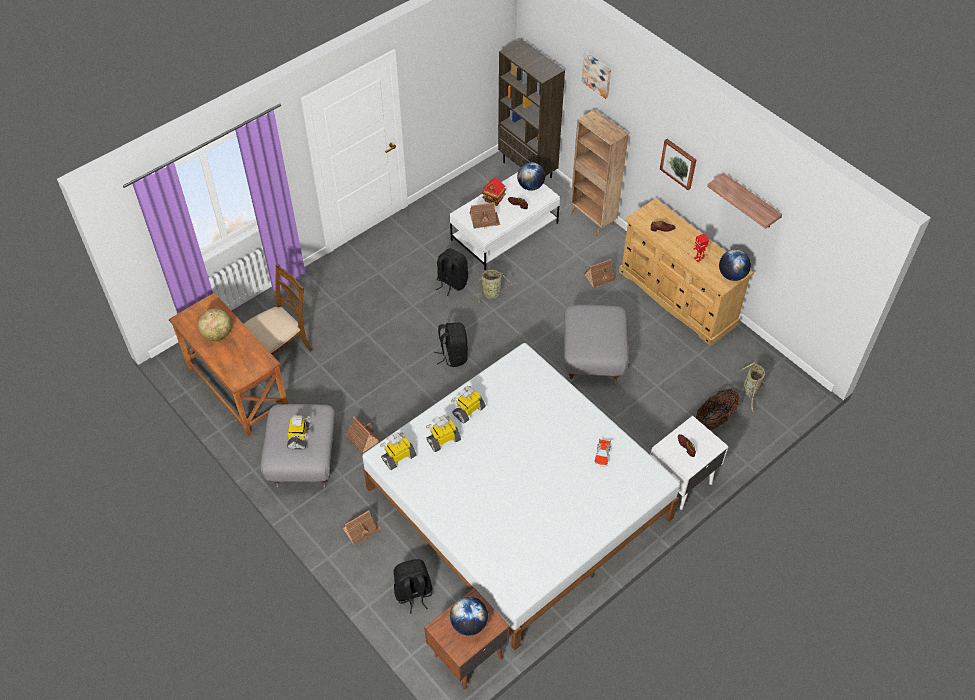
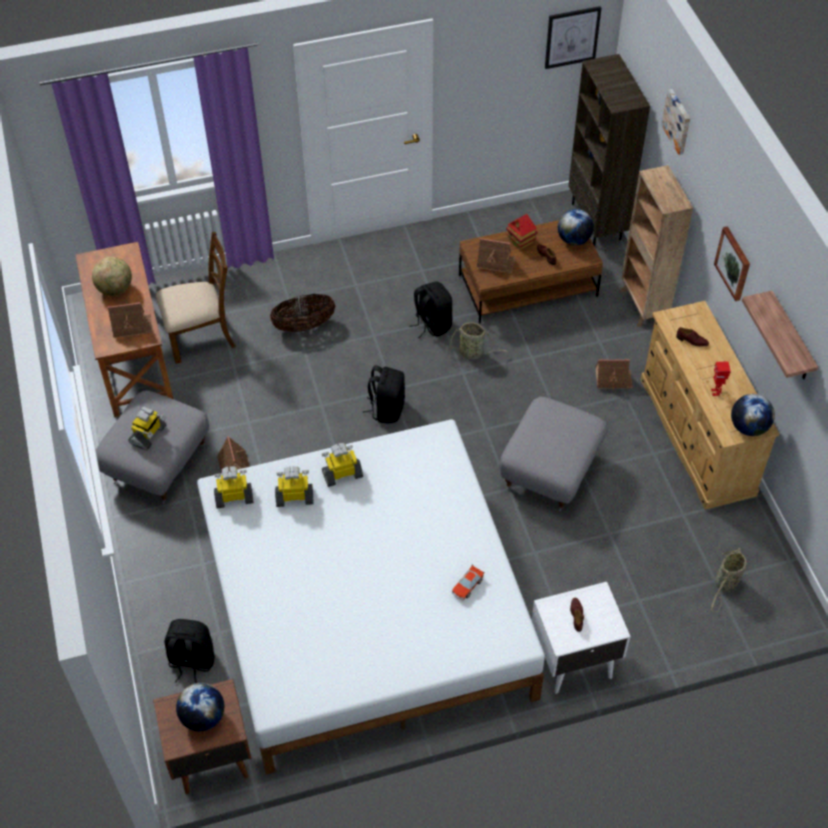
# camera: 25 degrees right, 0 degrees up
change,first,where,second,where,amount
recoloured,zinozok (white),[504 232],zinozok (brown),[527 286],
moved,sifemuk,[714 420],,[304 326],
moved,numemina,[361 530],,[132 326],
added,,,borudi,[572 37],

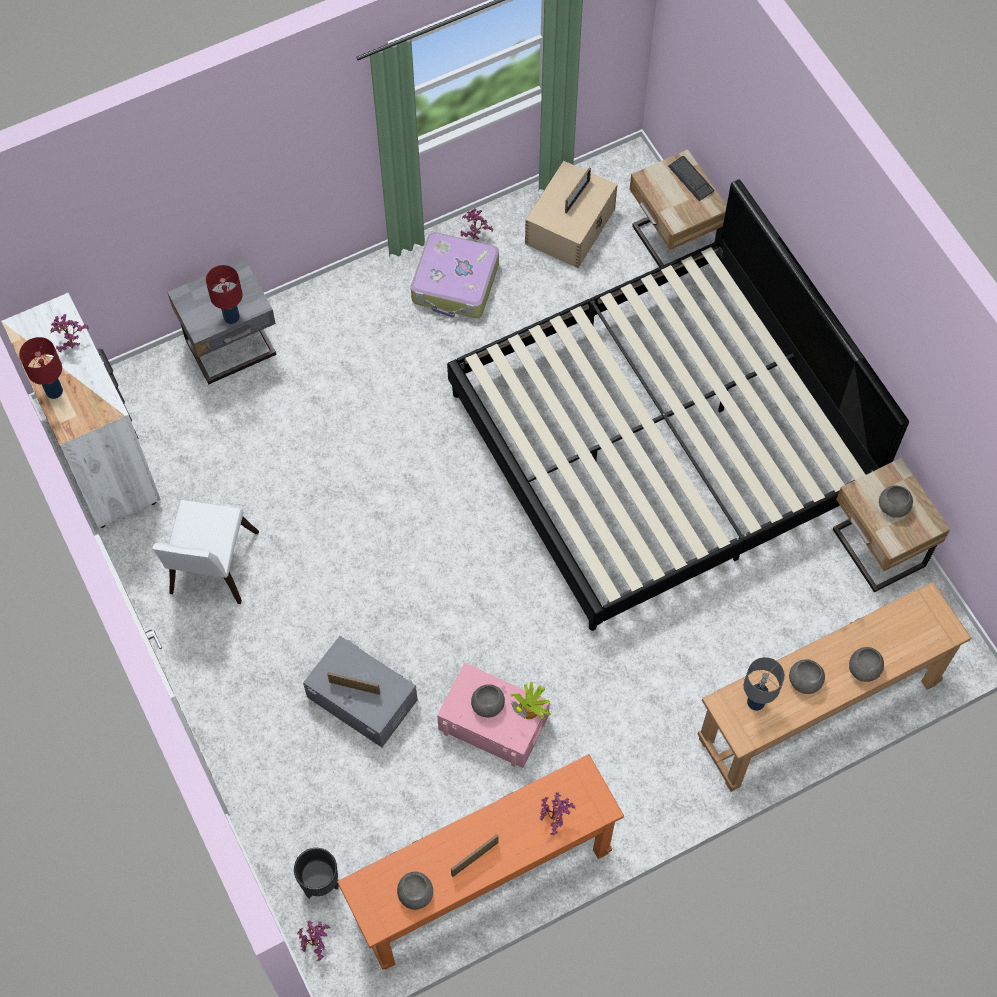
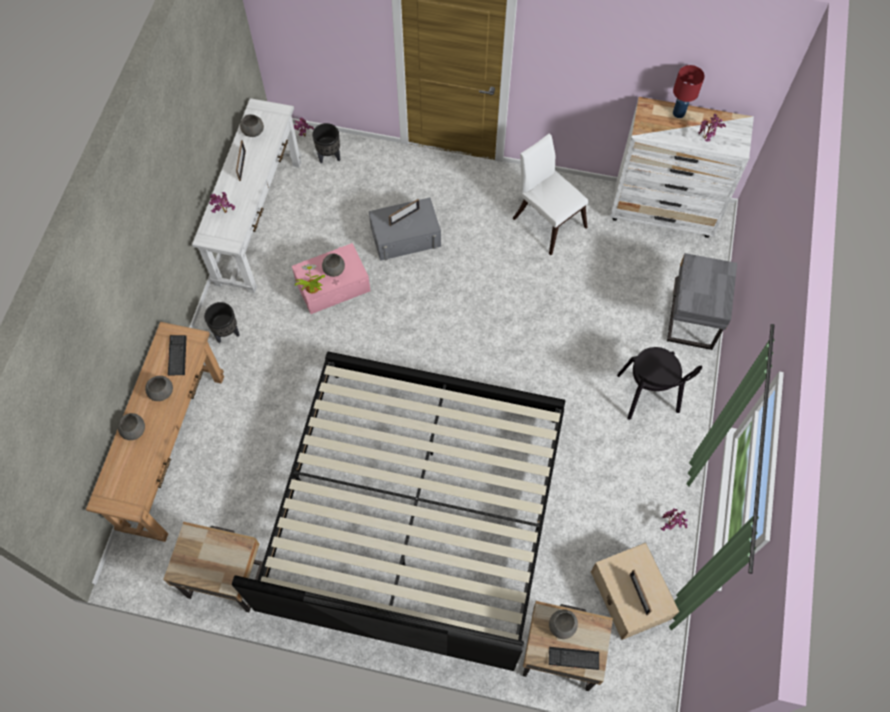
# camera: 130 degrees right, 0 degrees up
change,first,where,second,where,amount
removed,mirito,[455 284],,,
removed,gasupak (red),[231 317],,,
moved,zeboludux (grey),[892 506],,[562 625],
replaced,gasupak (grey),[756 702],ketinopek,[177 355],
recoloured,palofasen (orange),[482 882],palofasen (white),[259 221],
added,,,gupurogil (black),[226 333],
added,,,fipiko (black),[648 396],

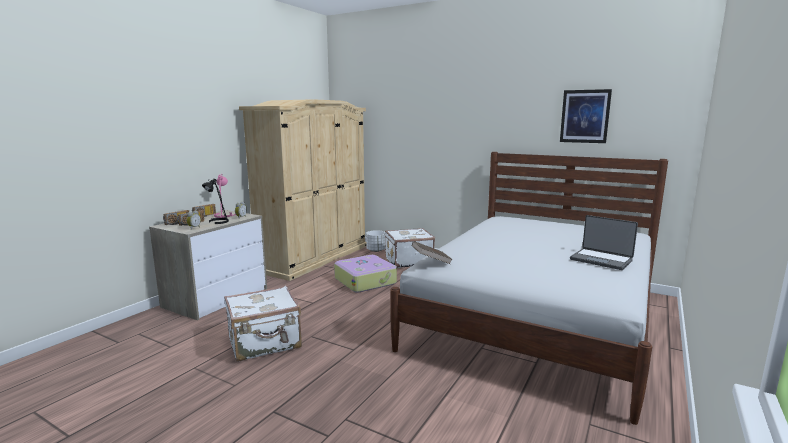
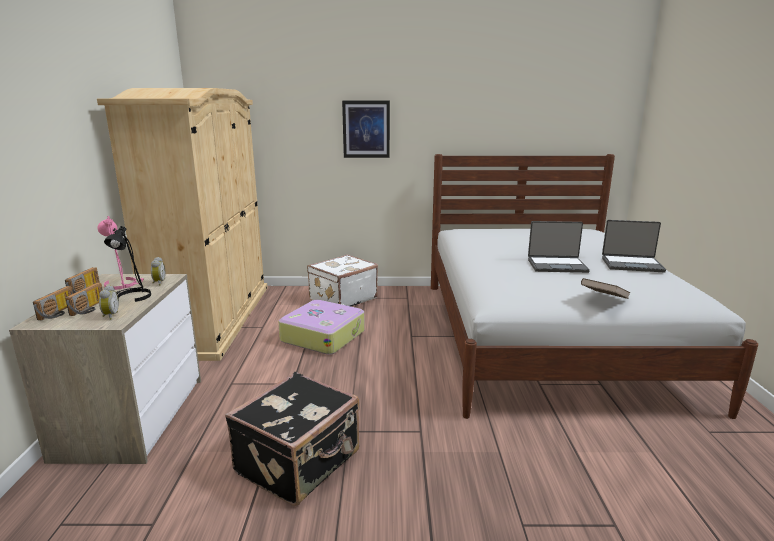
# camera: 30 degrees left, 5 degrees up
change,first,where,second,where,amount
moved,borudi,[585 116],,[366 129],
removed,gupurogil (white),[376 250],,,
moved,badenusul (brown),[431 261],,[603 299],
recoloured,mirito (white),[265 343],mirito (black),[300 463],
added,,,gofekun,[557 265],

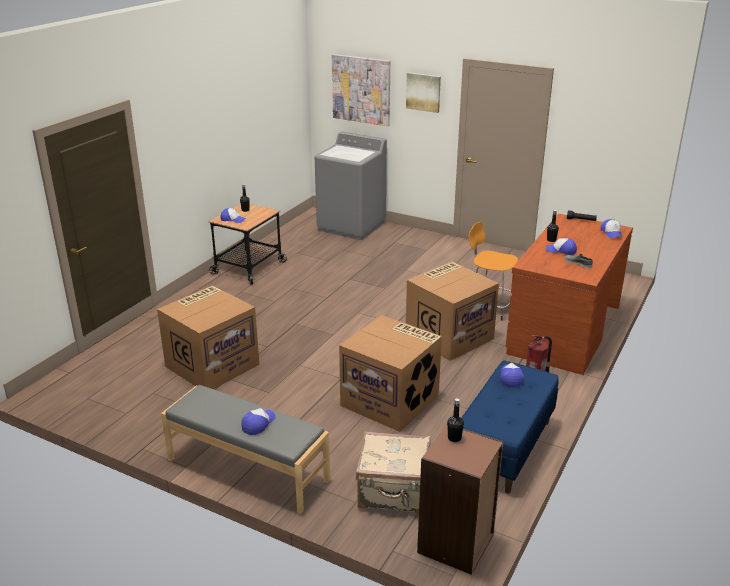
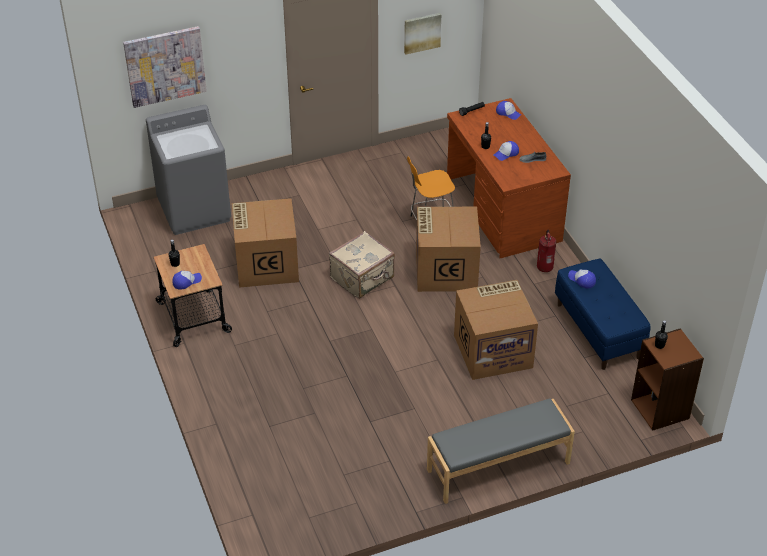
# camera: 50 degrees left, 15 degrees up
change,first,where,second,where,amount
moved,borudi,[423 92],,[422 32],
moved,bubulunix,[212 364],,[266 264],
removed,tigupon,[258 424],,,
moved,mirito (beige),[393 492],,[363 278],

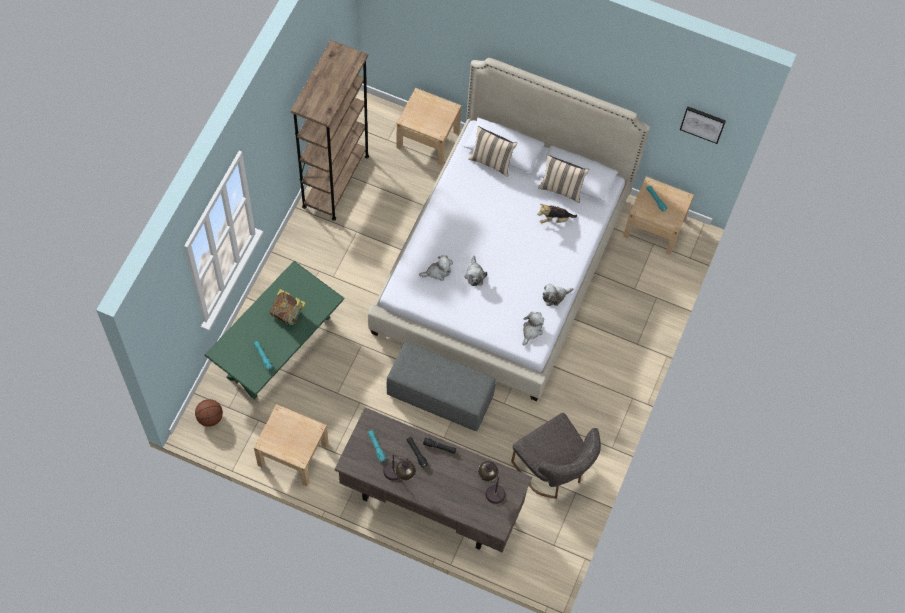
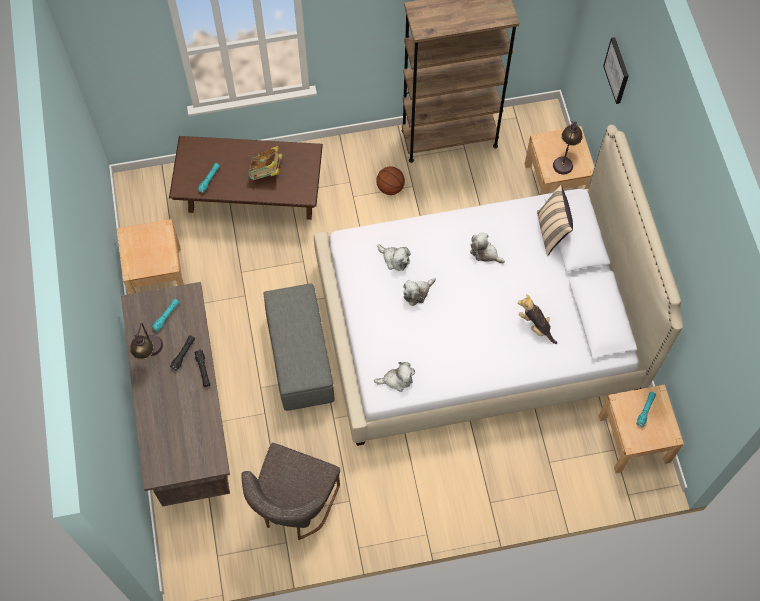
# camera: 60 degrees right, 0 degrees up
change,first,where,second,where,amount
moved,borudi,[703 123],,[617 70],
removed,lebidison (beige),[561 188],,,
recoloured,zinozok (green),[278 347],zinozok (brown),[251 198],
moved,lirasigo,[555 296],,[485 253],
moved,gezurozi,[210 418],,[390 188],
moved,gasupak,[490 487],,[565 159],

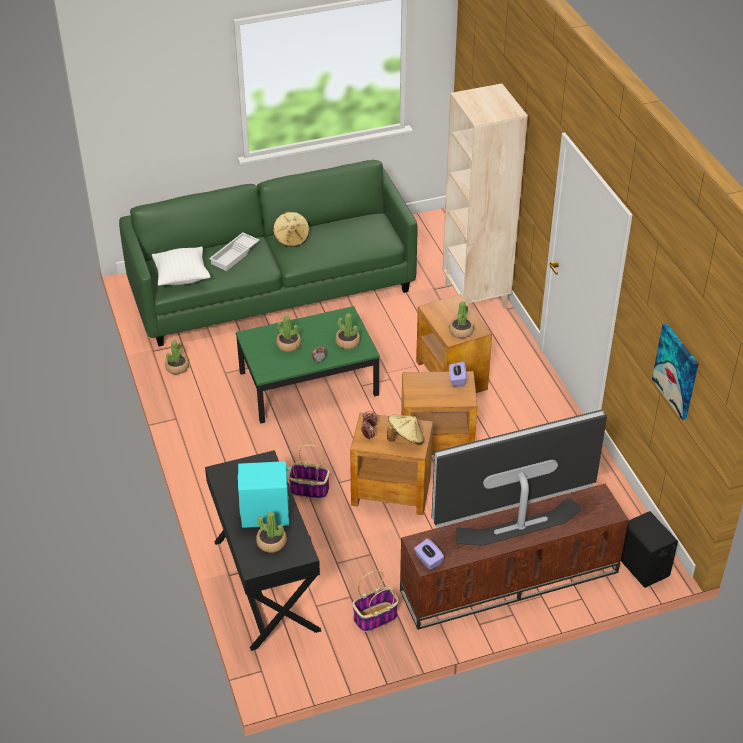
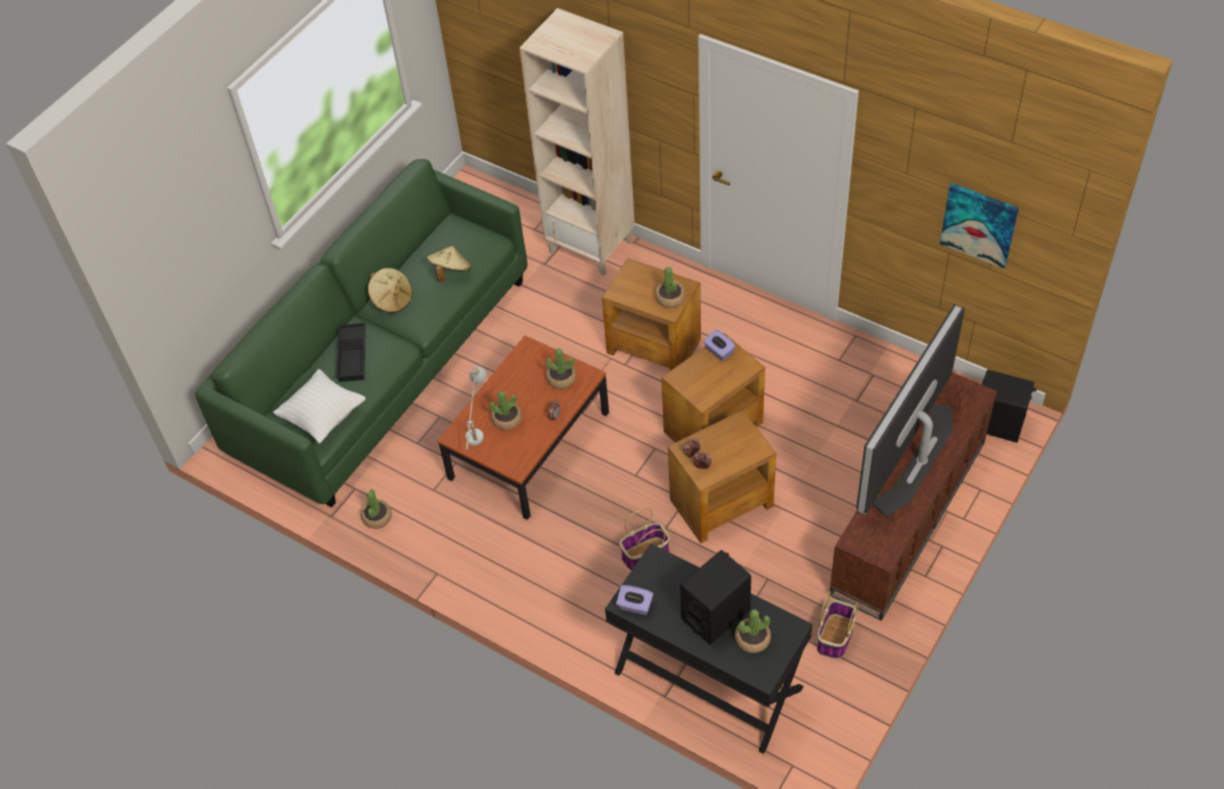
# camera: 35 degrees left, 10 degrees up
change,first,where,second,where,amount
recoloured,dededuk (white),[235 255],dededuk (black),[353 355],
recoloured,zinozok (green),[308 383],zinozok (brown),[529 445],
moved,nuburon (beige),[405 438],,[450 272],
recoloured,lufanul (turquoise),[265 514],lufanul (black),[716 614],
moved,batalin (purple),[428 560],,[635 606],
added,,,gasupak (white),[477 426],

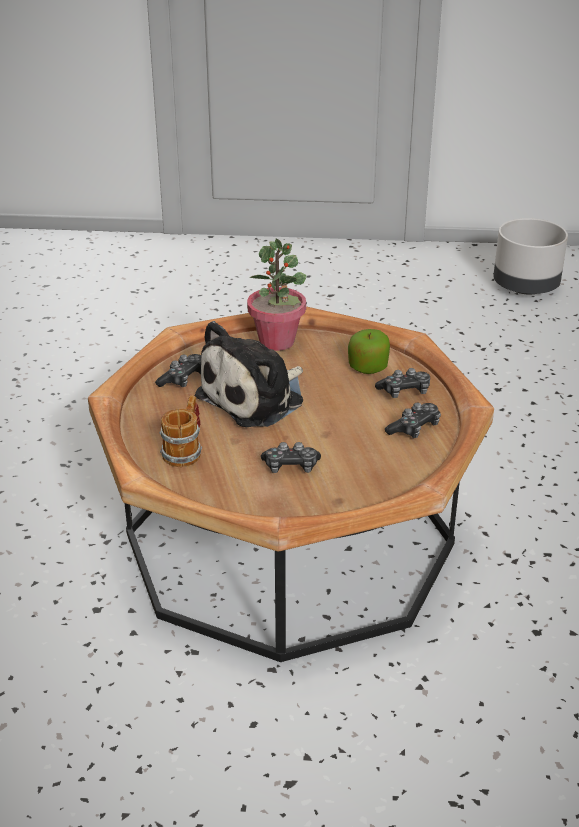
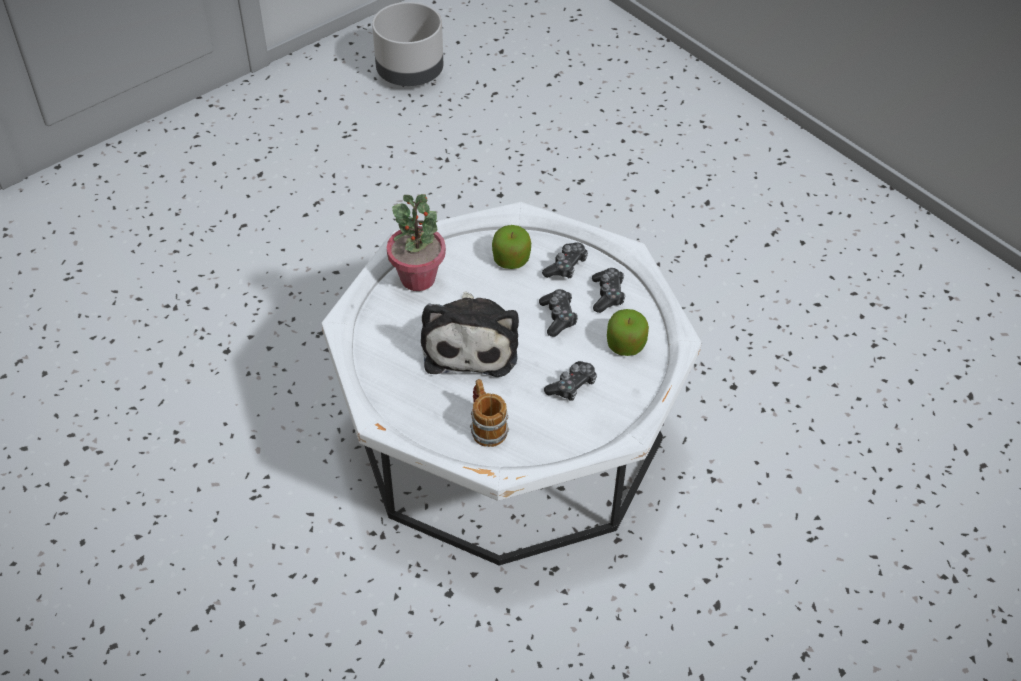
# camera: 45 degrees left, 15 degrees up
change,first,where,second,where,amount
recoloured,zinozok (brown),[289 539],zinozok (white),[509 432],
moved,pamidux,[183 379],,[558 317],
added,,,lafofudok,[625 345],

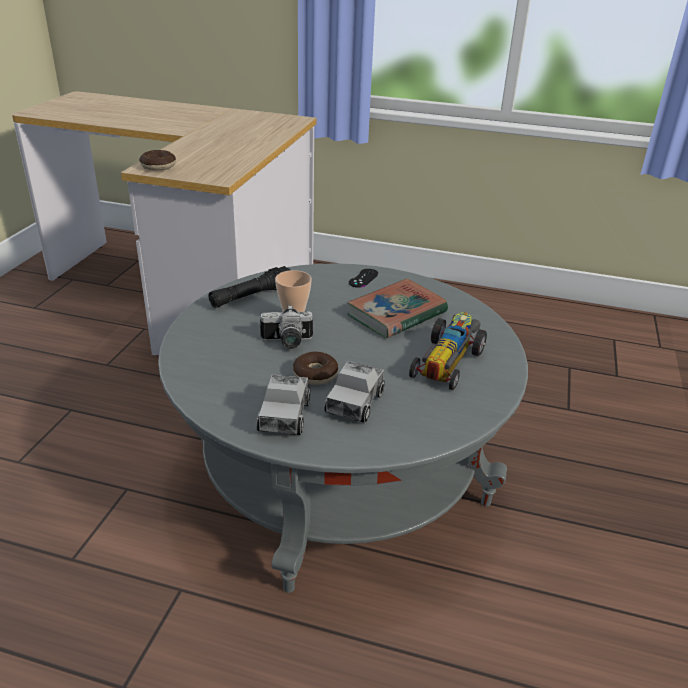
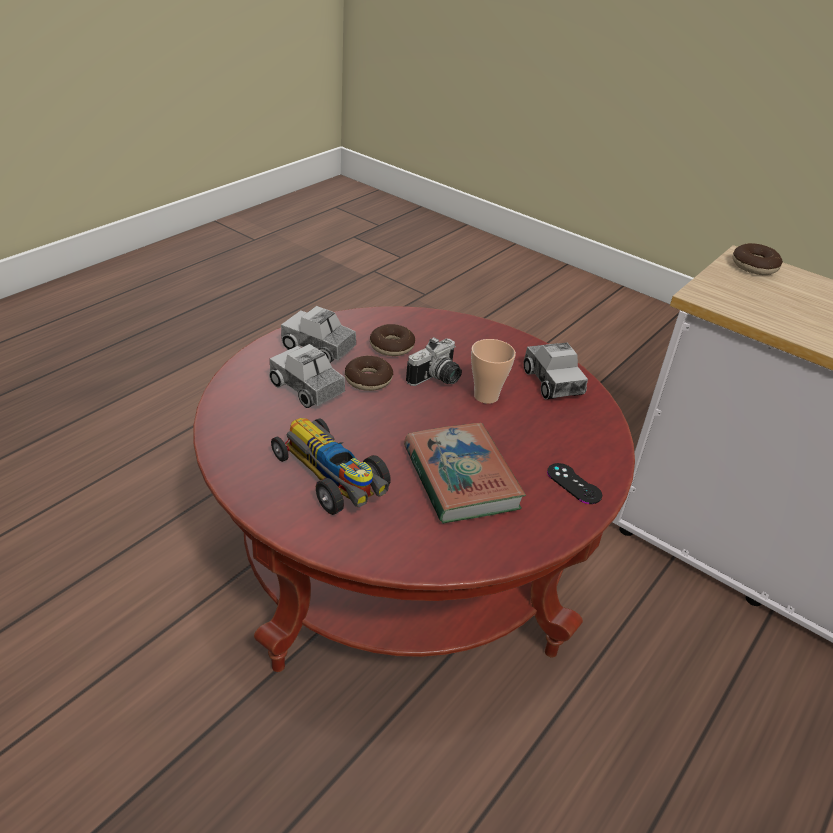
# camera: 110 degrees right, 5 degrees up
change,first,where,second,where,amount
recoloured,zinozok (grey),[338 470],zinozok (red),[403 555],
replaced,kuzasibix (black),[251 296],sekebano,[552 382],
turned,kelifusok,[287 342],,[437 379],150 degrees counterclockwise
added,,,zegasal,[392 347],

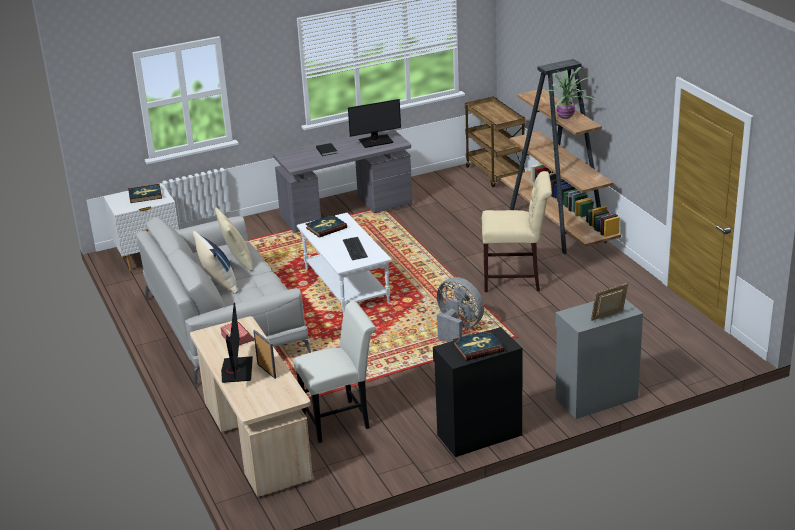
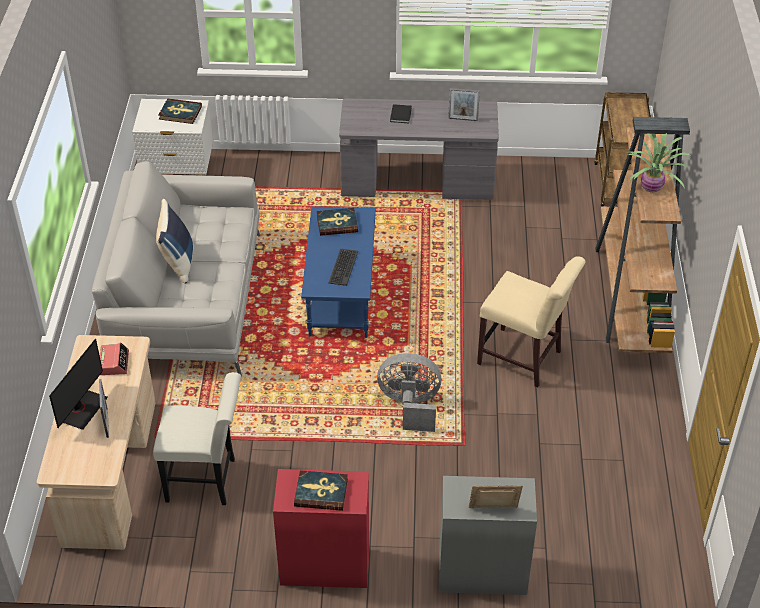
# camera: 25 degrees right, 15 degrees up
change,first,where,second,where,amount
replaced,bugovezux,[375 141],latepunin,[463 119],
removed,lebidison (beige),[237 260],,,
recoloured,zinozok (white),[345 286],zinozok (blue),[340 294],
turned,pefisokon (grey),[458 329],,[410 406],60 degrees counterclockwise
recoloured,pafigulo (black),[478 434],pafigulo (red),[324 565],

